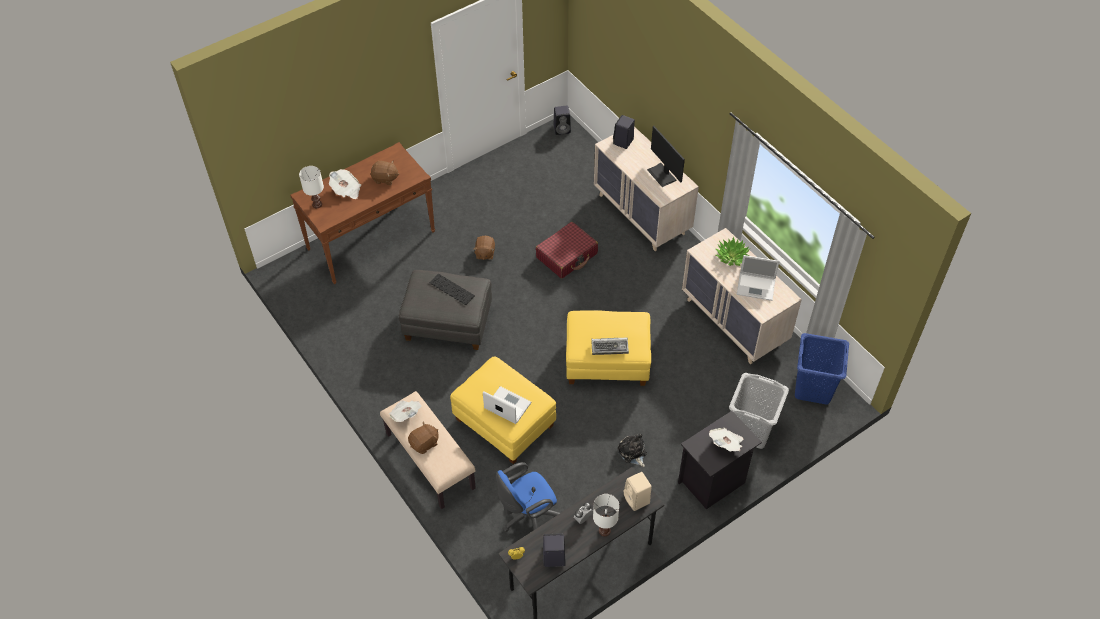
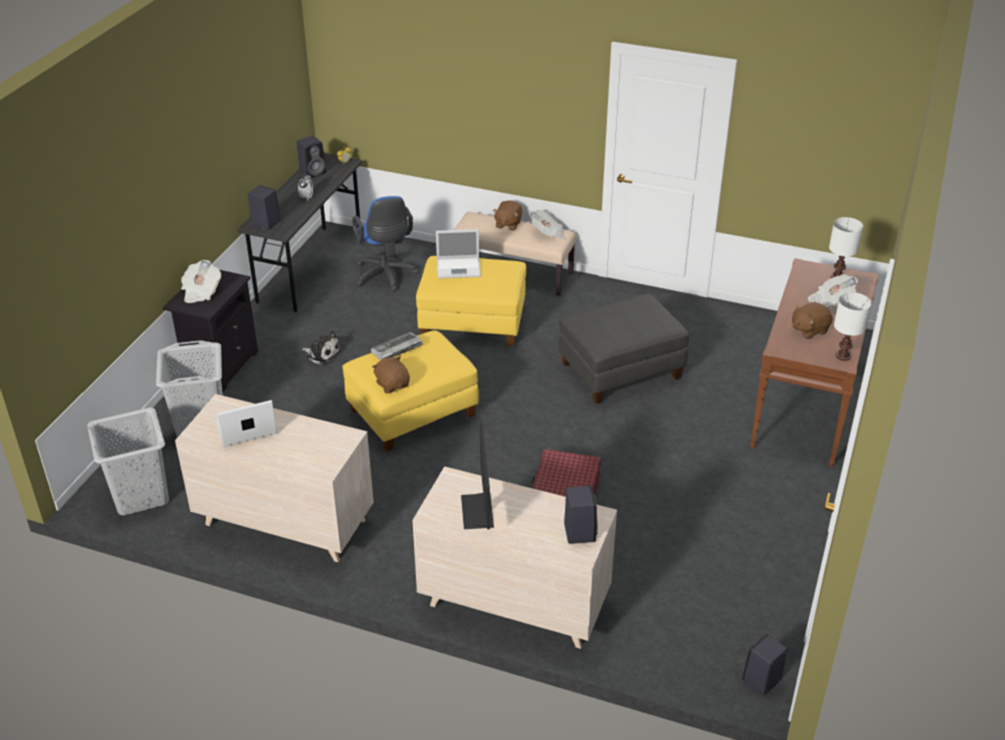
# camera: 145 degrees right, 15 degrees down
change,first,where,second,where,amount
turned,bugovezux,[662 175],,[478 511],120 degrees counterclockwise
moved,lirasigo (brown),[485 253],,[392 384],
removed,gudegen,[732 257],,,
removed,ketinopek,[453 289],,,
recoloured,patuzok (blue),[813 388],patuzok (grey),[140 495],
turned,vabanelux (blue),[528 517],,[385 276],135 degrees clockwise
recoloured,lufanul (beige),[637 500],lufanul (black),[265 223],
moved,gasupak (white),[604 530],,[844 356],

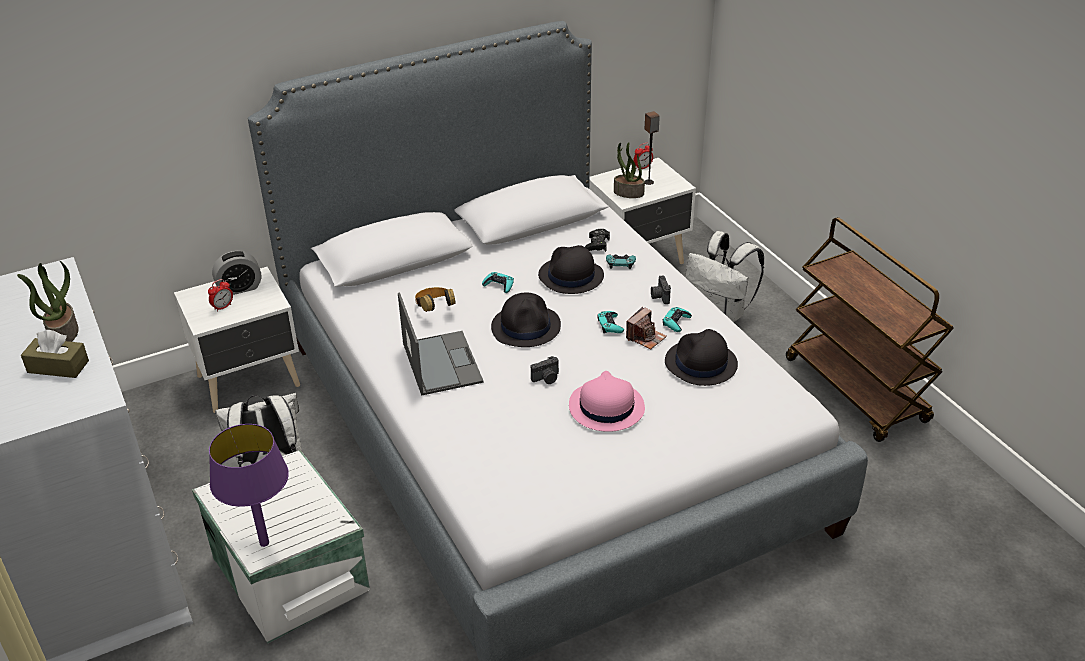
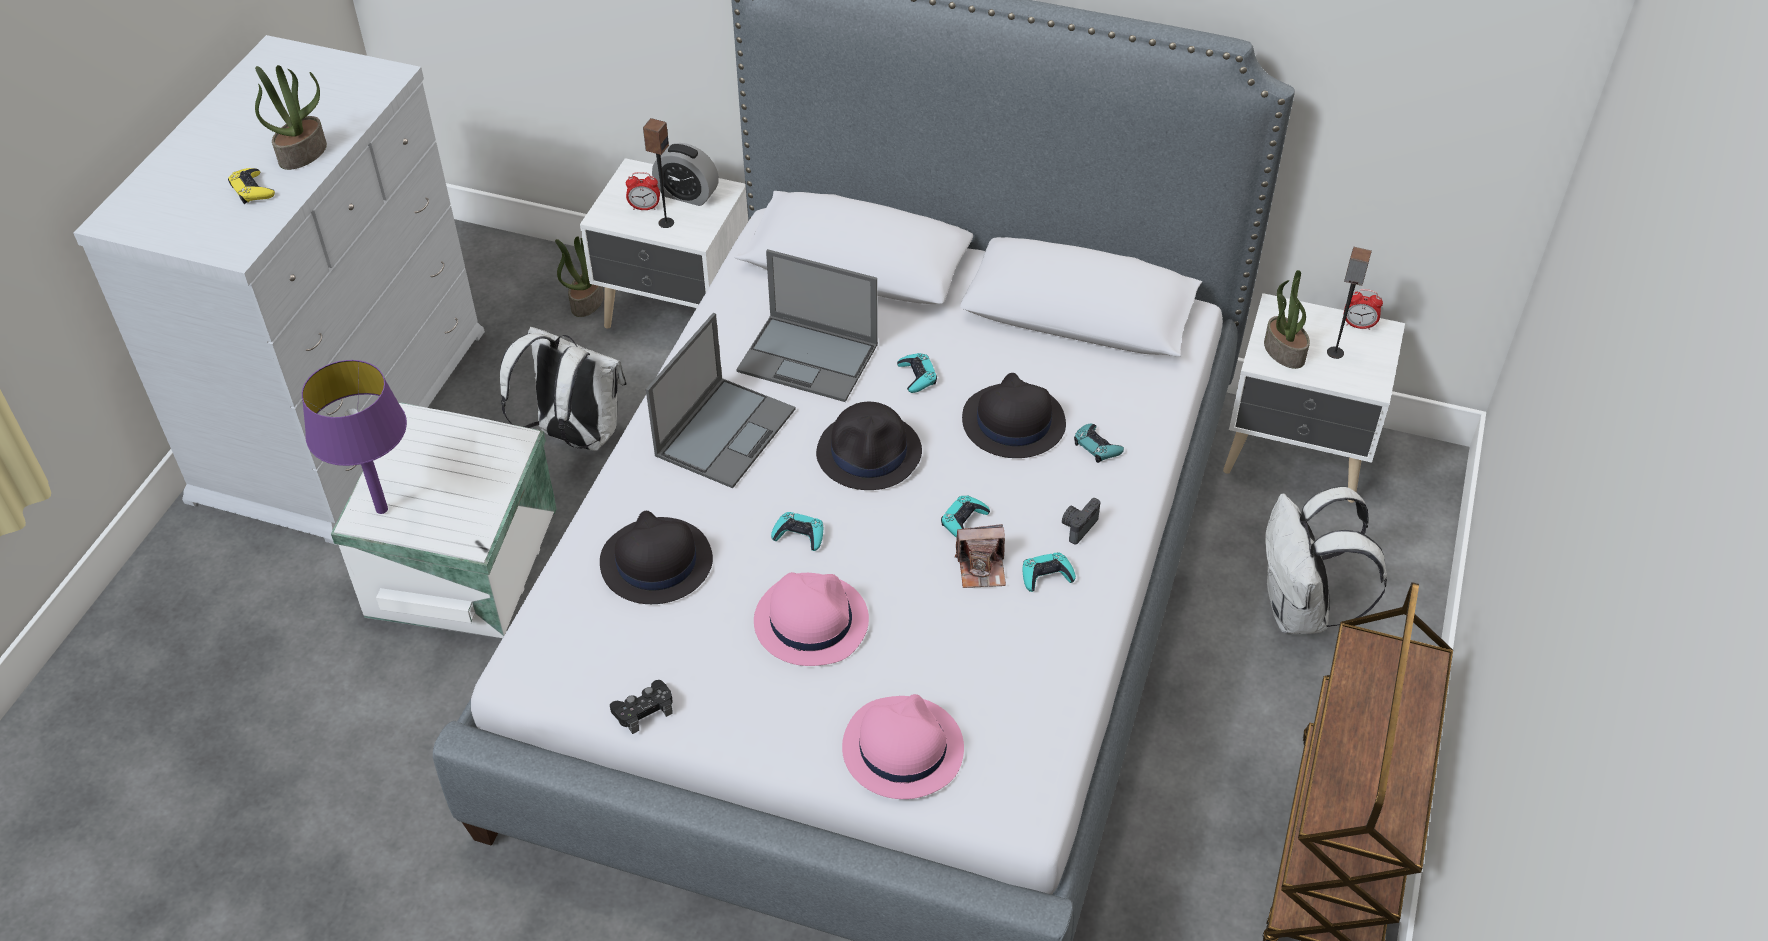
# camera: 45 degrees right, 10 degrees up
change,first,where,second,where,amount
moved,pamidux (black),[597 244],,[643 710],
replaced,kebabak,[435 309],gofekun,[809 358],
moved,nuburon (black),[700 364],,[655 562],
replaced,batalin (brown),[58 366],pamidux (yellow),[252 190],
replaced,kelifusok,[546 379],pamidux (turquoise),[799 535],
added,,,lufanul,[666 223],
added,,,gudegen,[587 301],
added,,,nuburon (pink),[901 748],

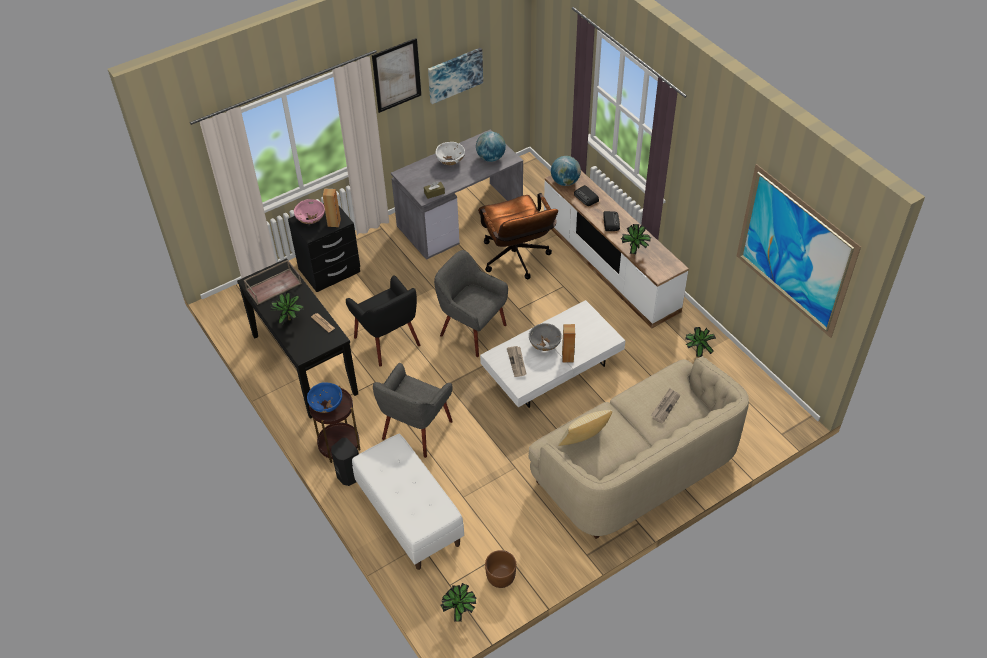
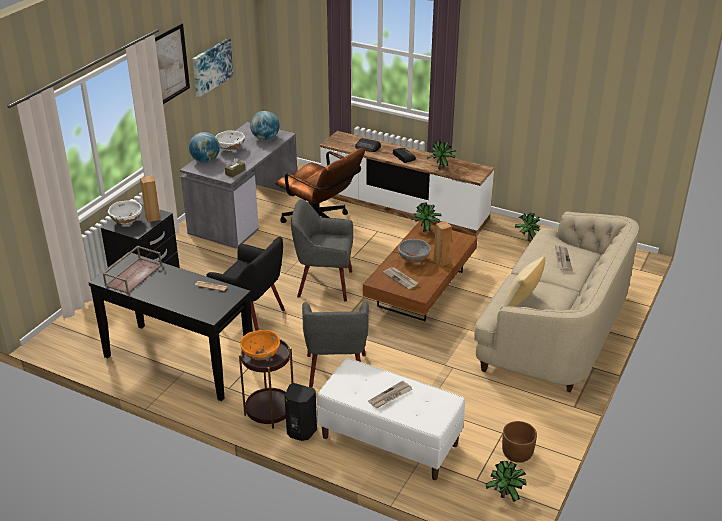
# camera: 30 degrees left, 15 degrees down
change,first,where,second,where,amount
moved,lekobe,[565 182],,[205 161],
removed,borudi,[794 251],,,
recoloured,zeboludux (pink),[311 220],zeboludux (white),[126 222],
moved,gudegen,[290 320],,[426 232],
recoloured,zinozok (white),[552 370],zinozok (brown),[421 289],
recoloured,zeboludux (blue),[326 406],zeboludux (orange),[261 356],
added,,,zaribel,[390 396],

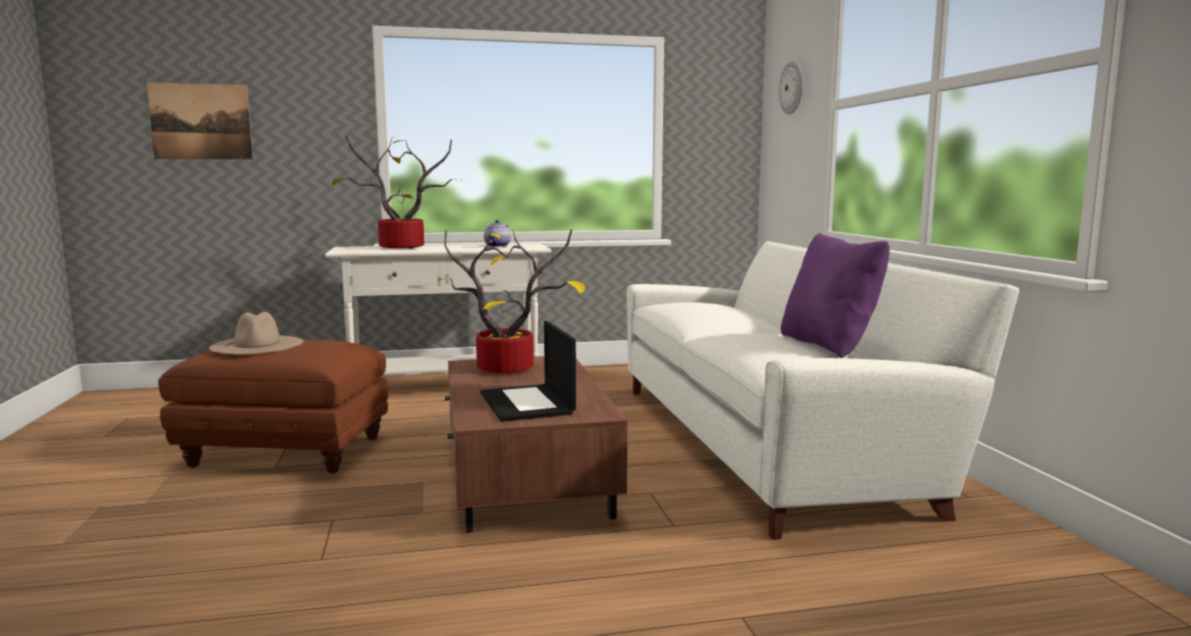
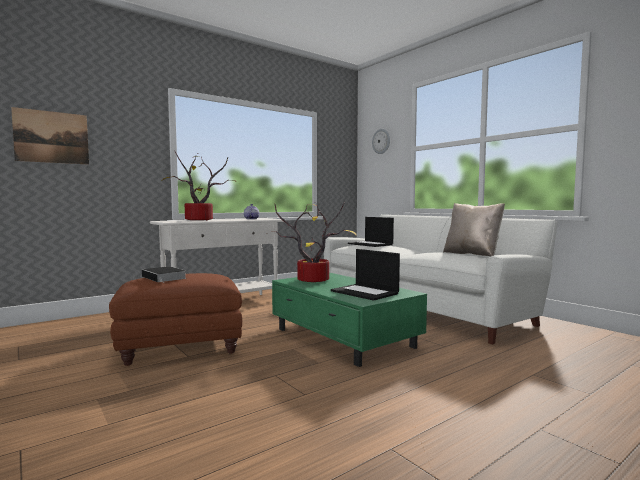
# camera: 25 degrees left, 5 degrees down
change,first,where,second,where,amount
recoloured,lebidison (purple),[829 345],lebidison (beige),[472 254],
replaced,nuburon (beige),[257 345],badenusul,[165 277],
recoloured,zinozok (brown),[526 477],zinozok (green),[343 338],
added,,,gofekun,[371 244],

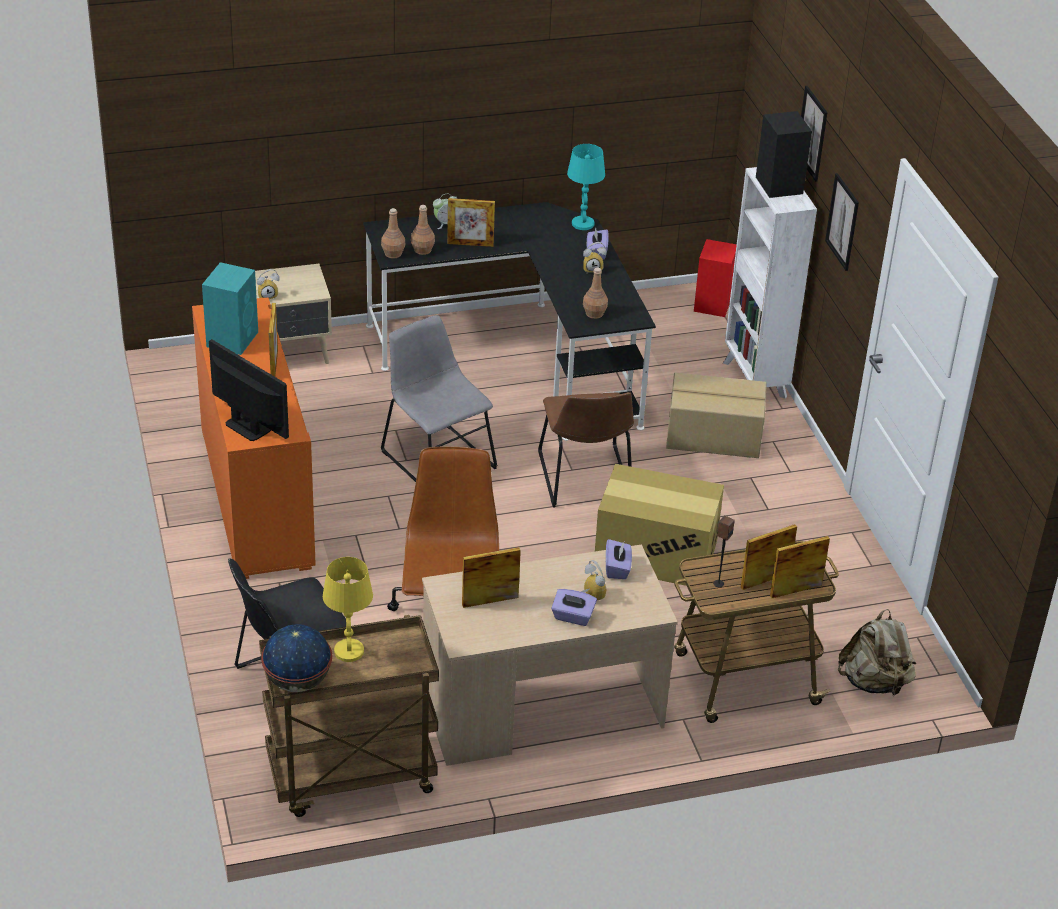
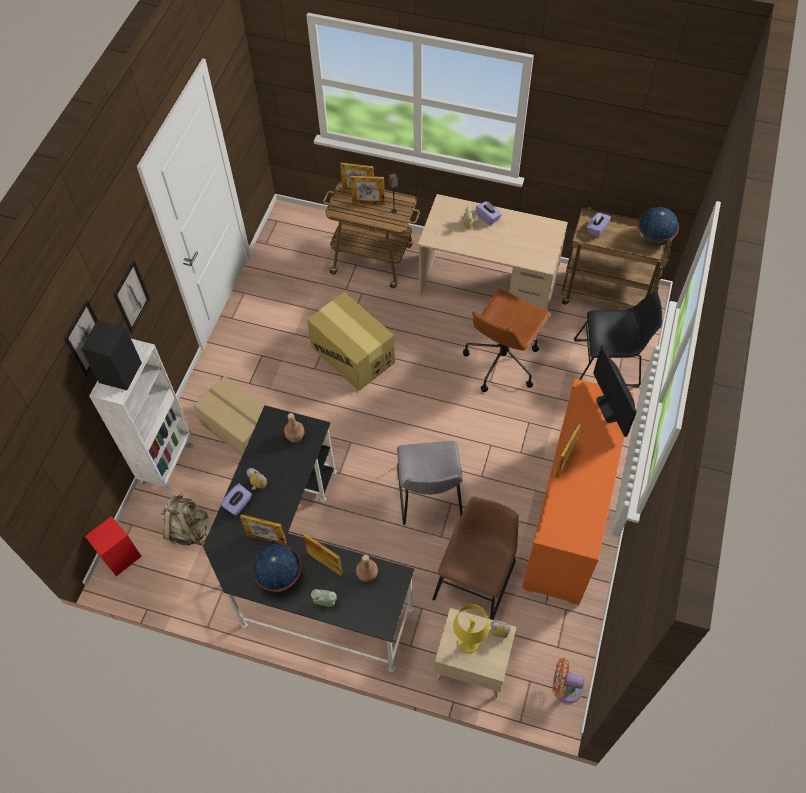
# camera: 145 degrees left, 20 degrees up
change,first,where,second,where,amount
removed,gasupak (turquoise),[582 224],,,
removed,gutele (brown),[393 254],,,
removed,lufanul (turquoise),[233 338],,,
moved,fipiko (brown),[585 480],,[475 577],
moved,batalin (purple),[617 568],,[596 229],
moved,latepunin,[490 601],,[267 539],
moved,gasupak (yellow),[349 651],,[468 642],
moved,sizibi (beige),[874 682],,[188 529],
added,,,lekobe,[279 576],
added,,,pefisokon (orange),[565 688],

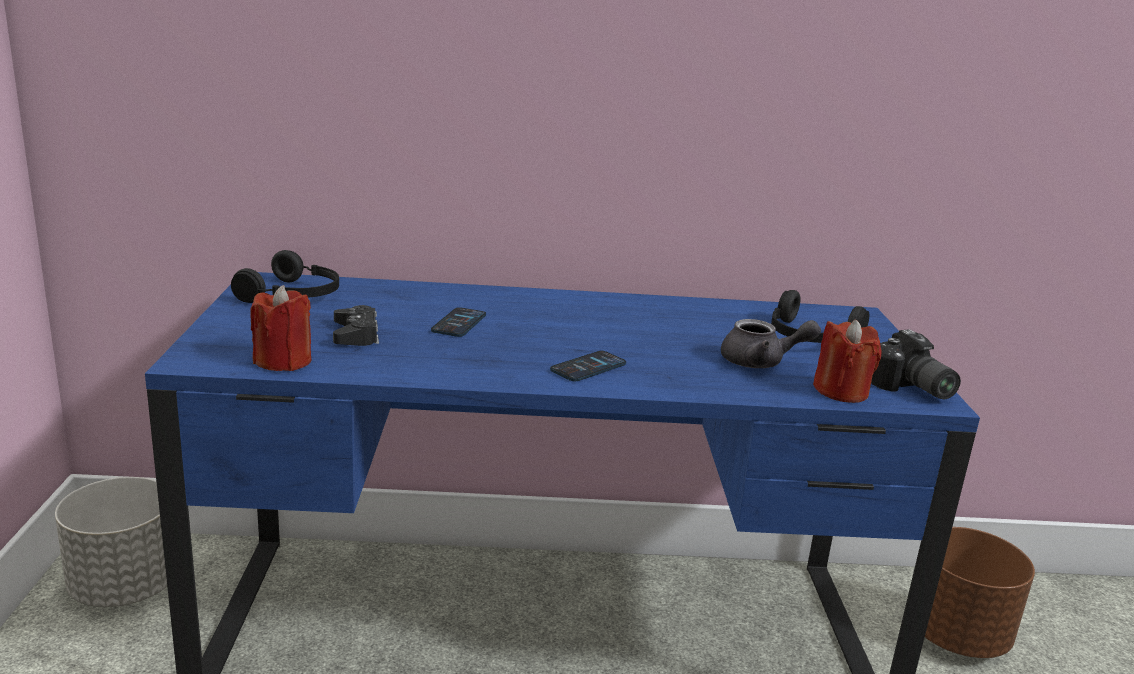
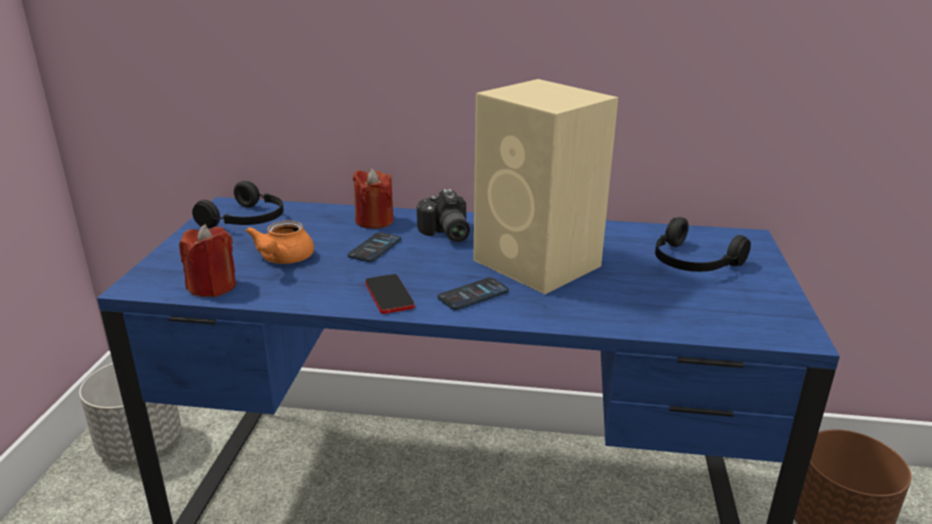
# camera: 10 degrees right, 5 degrees up
change,first,where,second,where,amount
replaced,pamidux (black),[356 335],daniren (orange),[283 260],
removed,daniren (grey),[761 362],,,
moved,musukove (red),[841 391],,[374 221],
moved,kelifusok,[909 388],,[445 234],
added,,,lufanul (beige),[539 264],
added,,,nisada,[389 295],

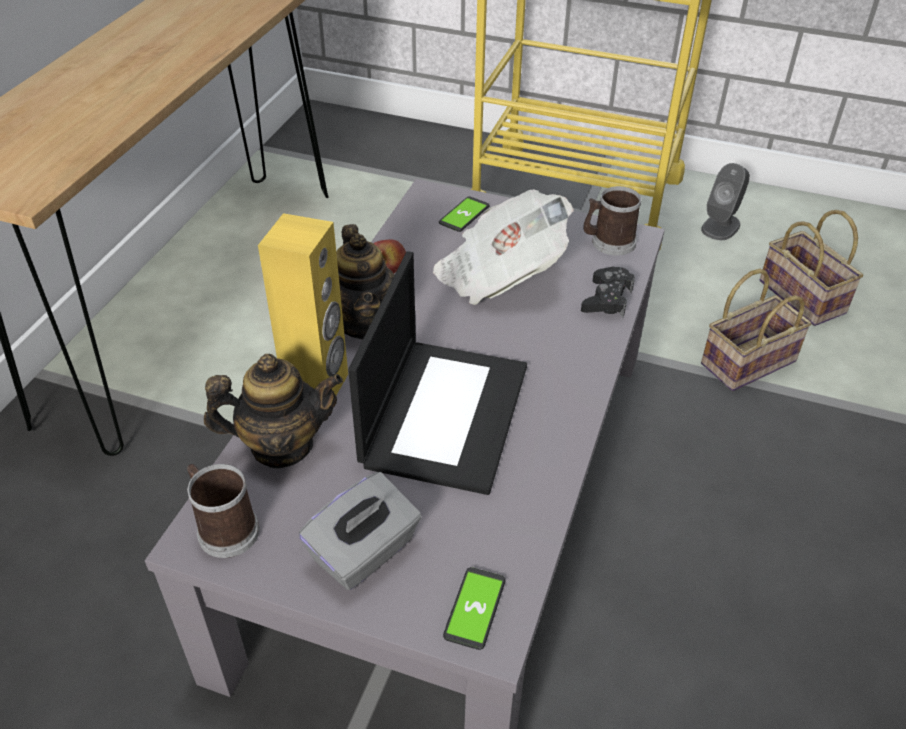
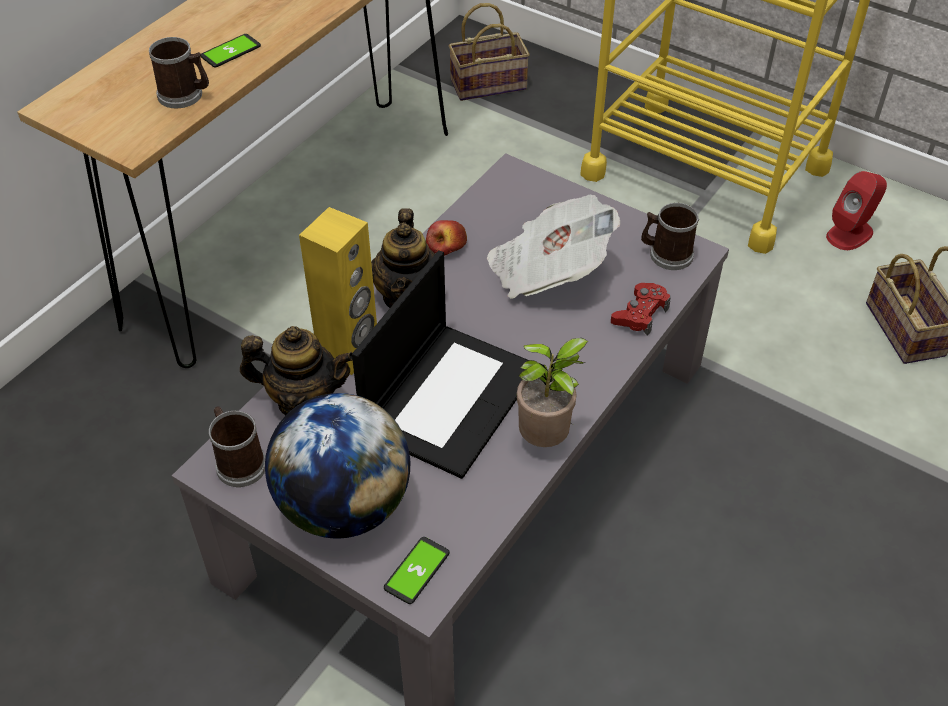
# camera: 15 degrees right, 5 degrees up
change,first,where,second,where,amount
recoloured,lufanul (grey),[721 226],lufanul (red),[850 234],
moved,nisada,[464 215],,[230 51],
recoloured,pamidux (black),[607 299],pamidux (red),[640 314],
moved,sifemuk,[748 360],,[489 83],
replaced,batalin (grey),[364 552],lekobe,[343 506],
added,,,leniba,[185 95],
added,,,gudegen,[546 439],

